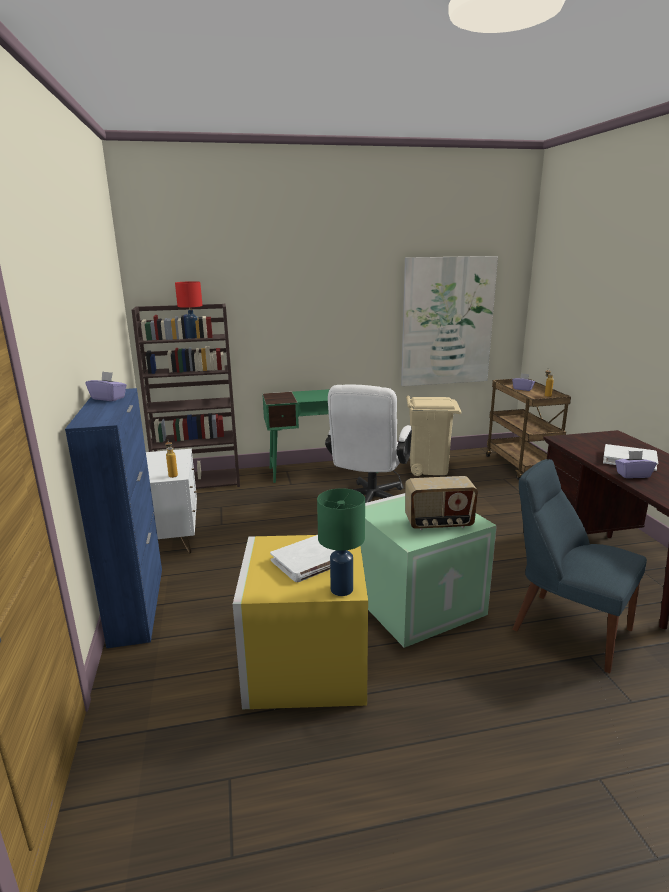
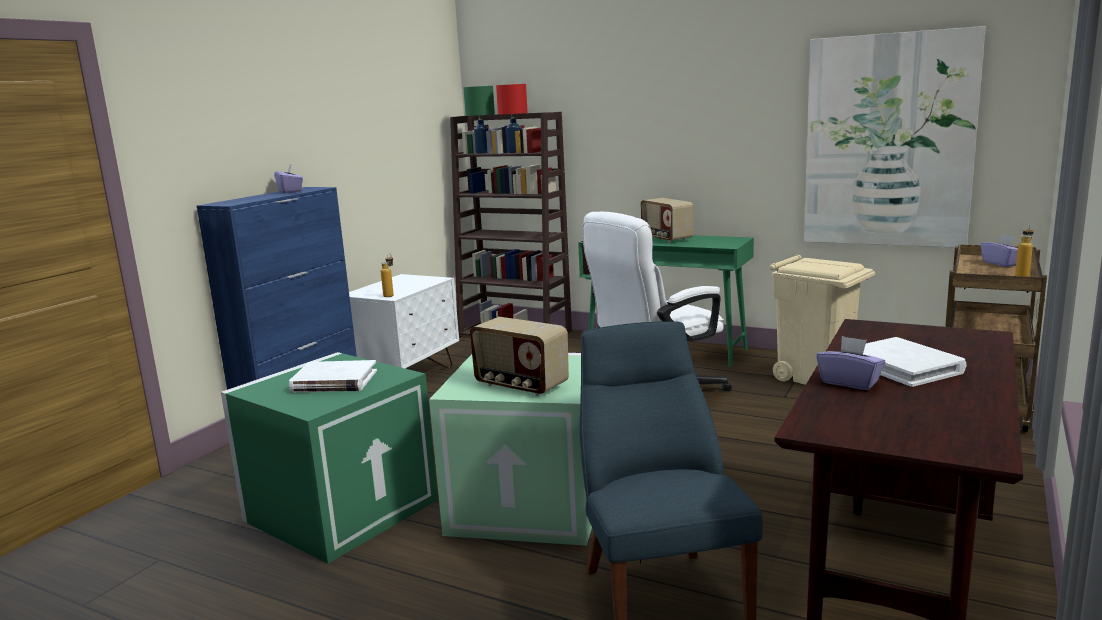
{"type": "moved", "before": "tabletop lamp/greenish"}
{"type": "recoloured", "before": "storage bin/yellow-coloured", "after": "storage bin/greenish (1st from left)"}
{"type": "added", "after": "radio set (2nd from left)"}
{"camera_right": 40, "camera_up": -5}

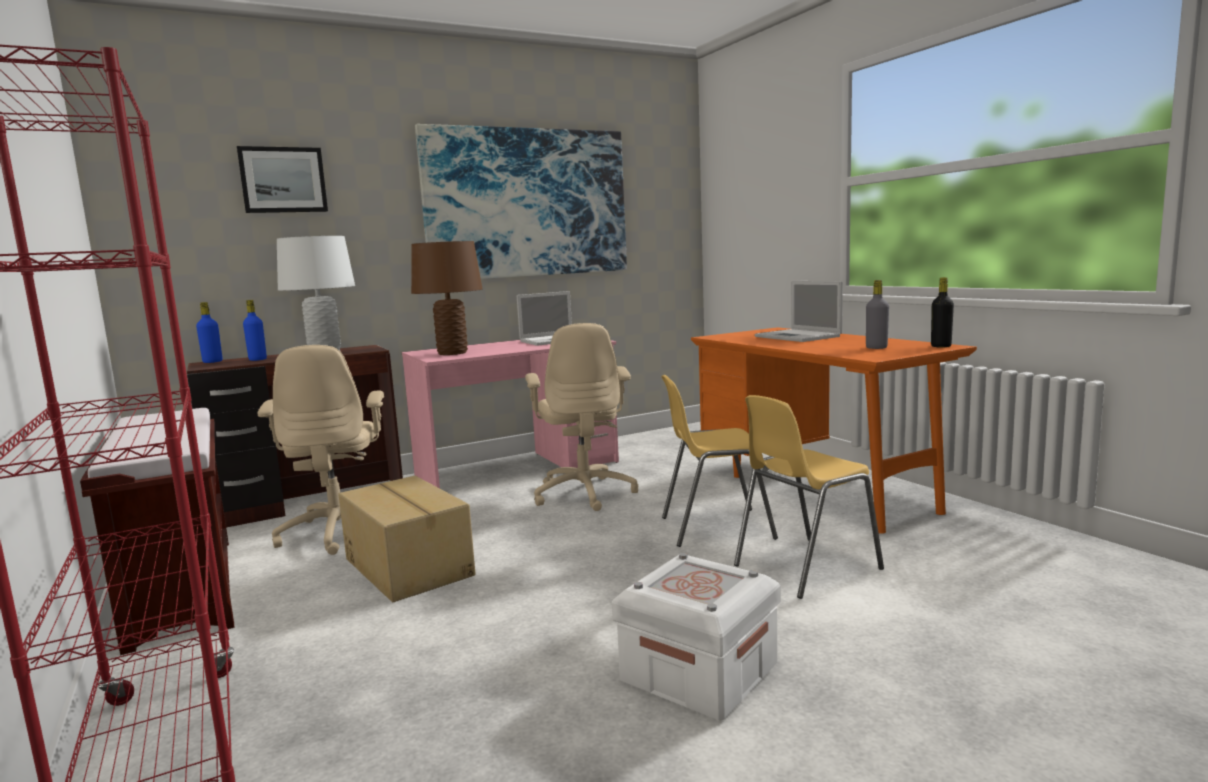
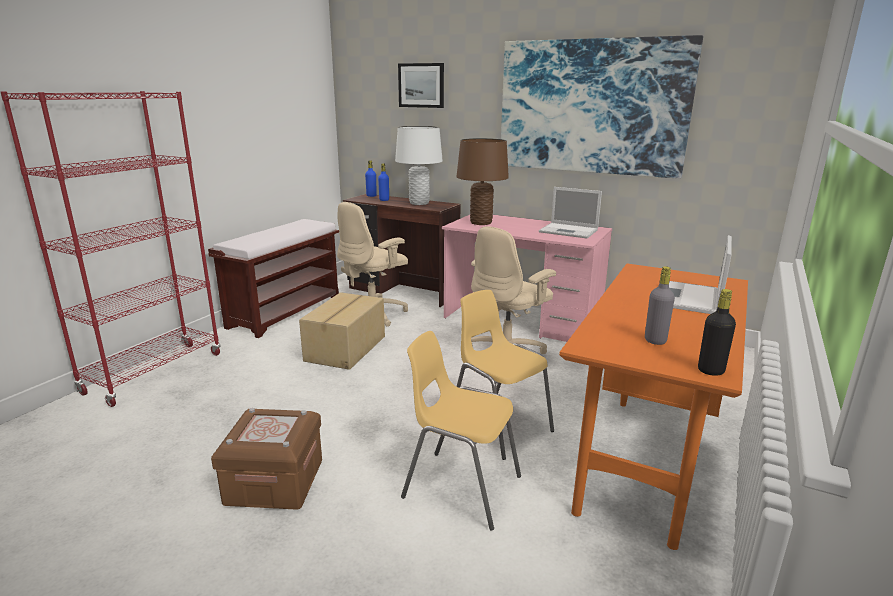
{"type": "recoloured", "before": "storage bin/white-coloured", "after": "storage bin/brown-coloured"}
{"camera_right": 55, "camera_up": 10}

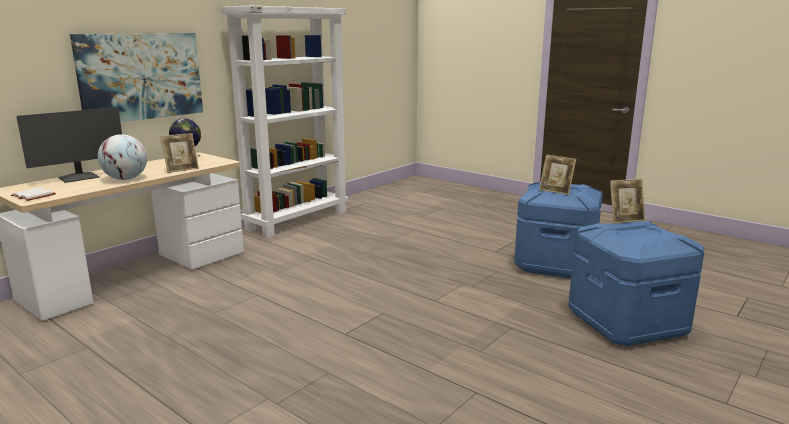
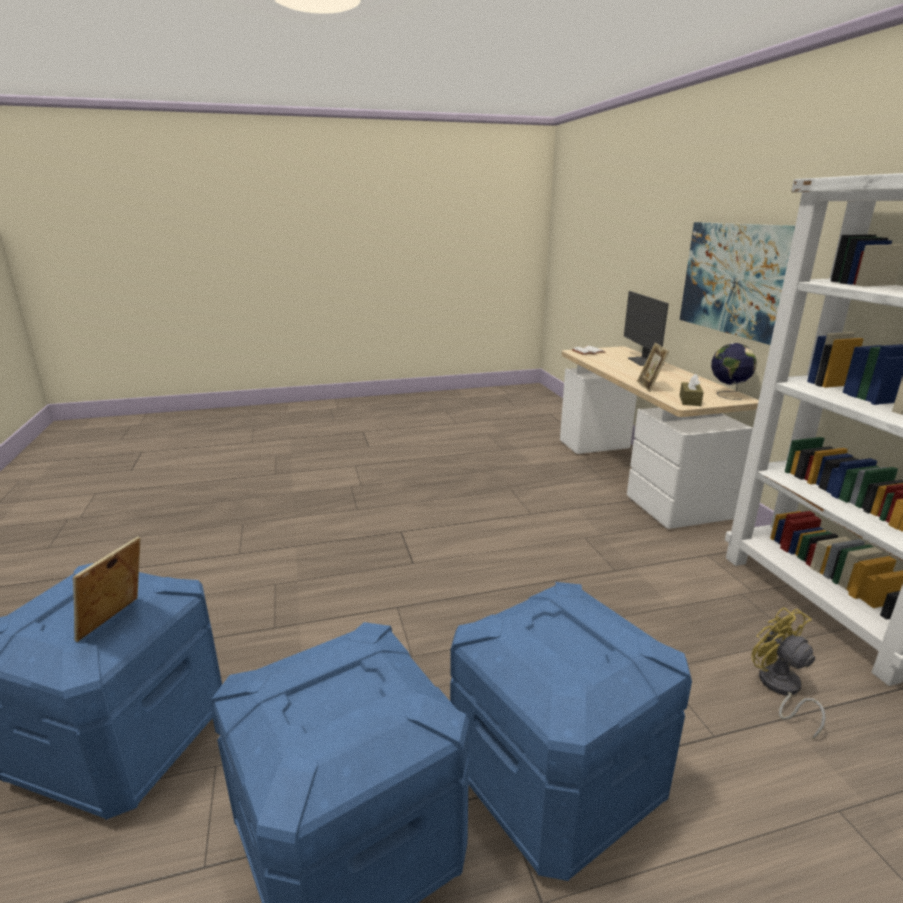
{"type": "removed", "before": "desk globe (1st from left)"}
{"type": "removed", "before": "photo frame (2nd from left)"}
{"type": "added", "after": "tissue holder/brown-coloured"}
{"type": "added", "after": "storage bin/bluish (3rd from left)"}
{"type": "added", "after": "cooling fan/yellow-coloured"}
{"camera_right": 125, "camera_up": 5}

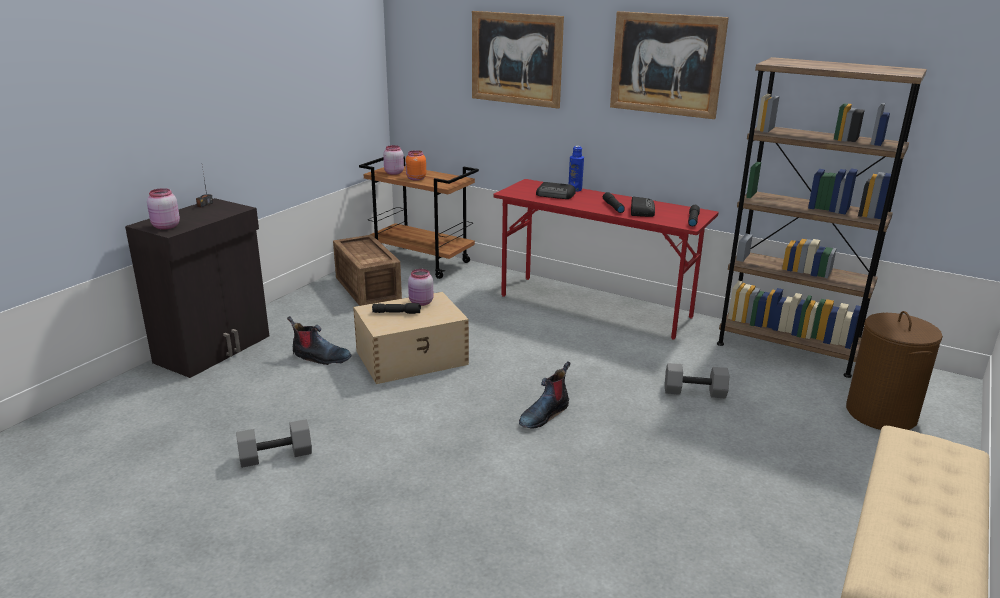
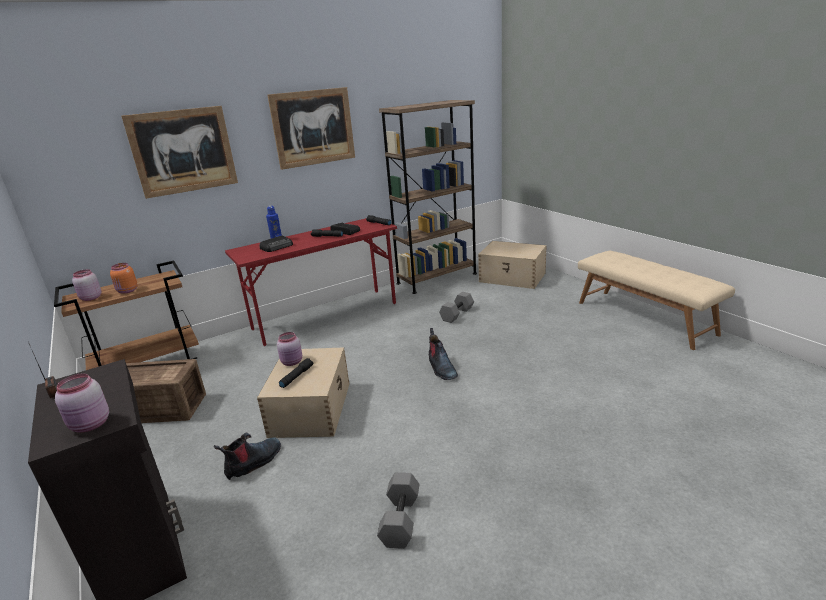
{"type": "replaced", "before": "hamper/brown-coloured", "after": "storage bin/beige (2nd from left)"}
{"camera_right": -60, "camera_up": 0}

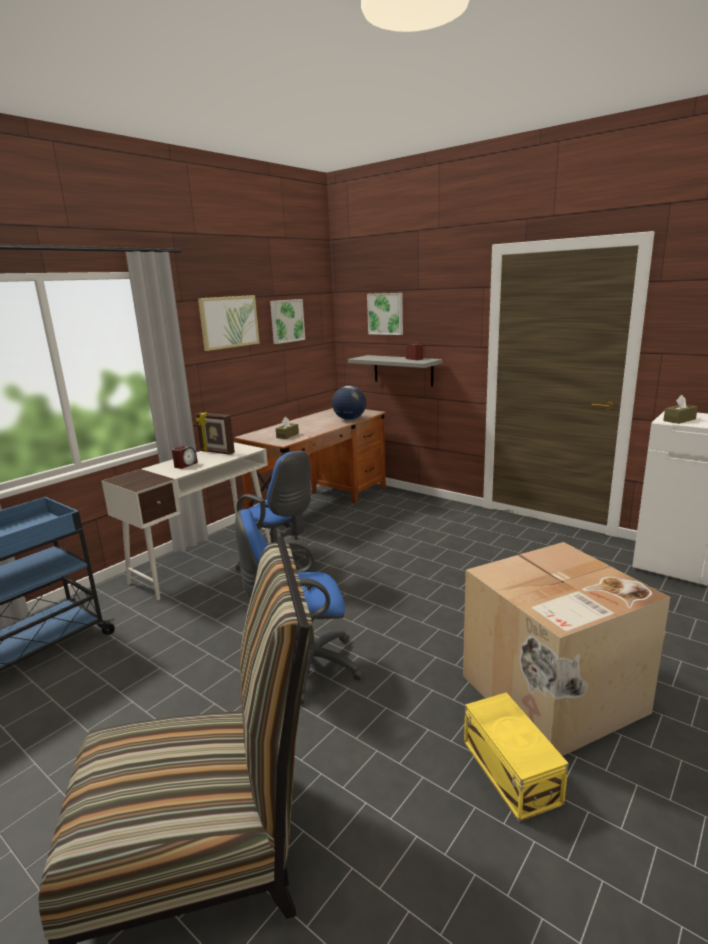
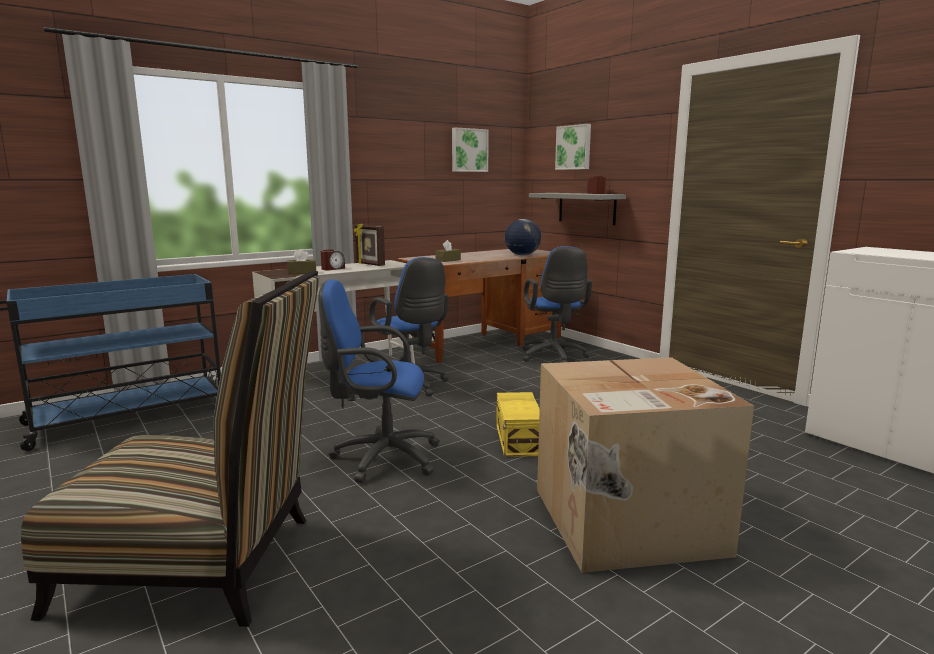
{"type": "removed", "before": "wall picture (1st from left)"}
{"type": "moved", "before": "tissue holder/brown-coloured (2nd from left in the first image)", "after": "tissue holder/brown-coloured (1st from left)"}
{"type": "moved", "before": "storage bin/yellow-coloured"}
{"type": "added", "after": "office chair/bluish (3rd from left)"}
{"camera_right": 15, "camera_up": -5}

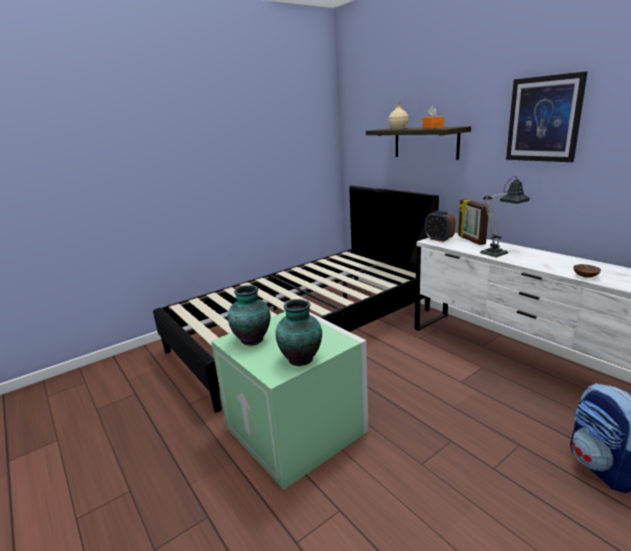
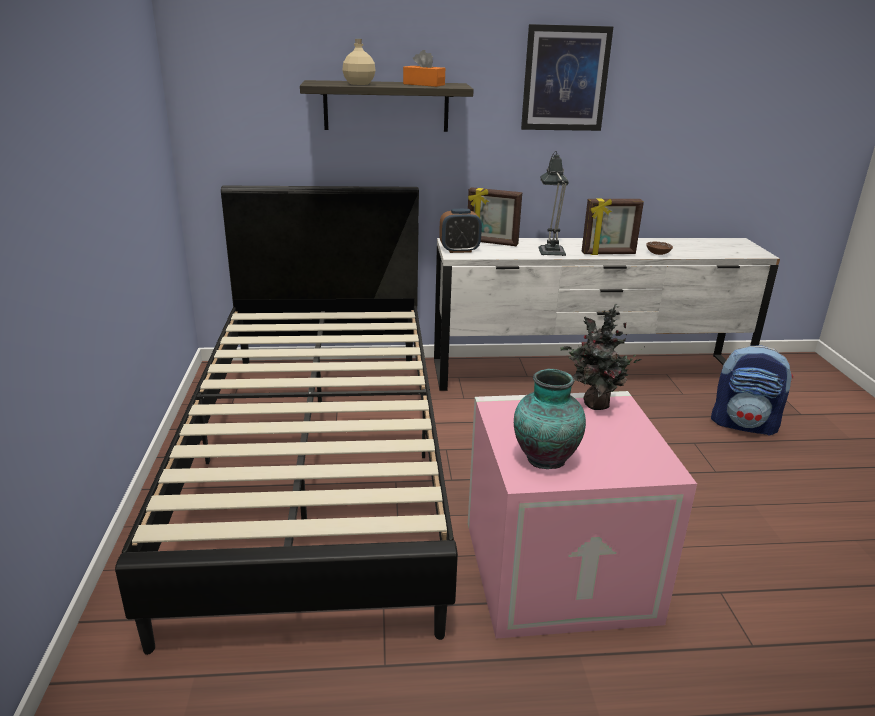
{"type": "removed", "before": "vase (2nd from left)"}
{"type": "recoloured", "before": "storage bin/greenish", "after": "storage bin/pink"}
{"type": "added", "after": "photo frame (2nd from left)"}
{"type": "added", "after": "plant in a pot"}
{"camera_right": -60, "camera_up": 5}

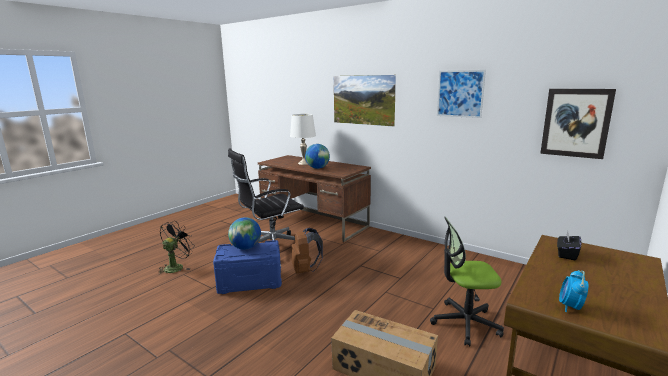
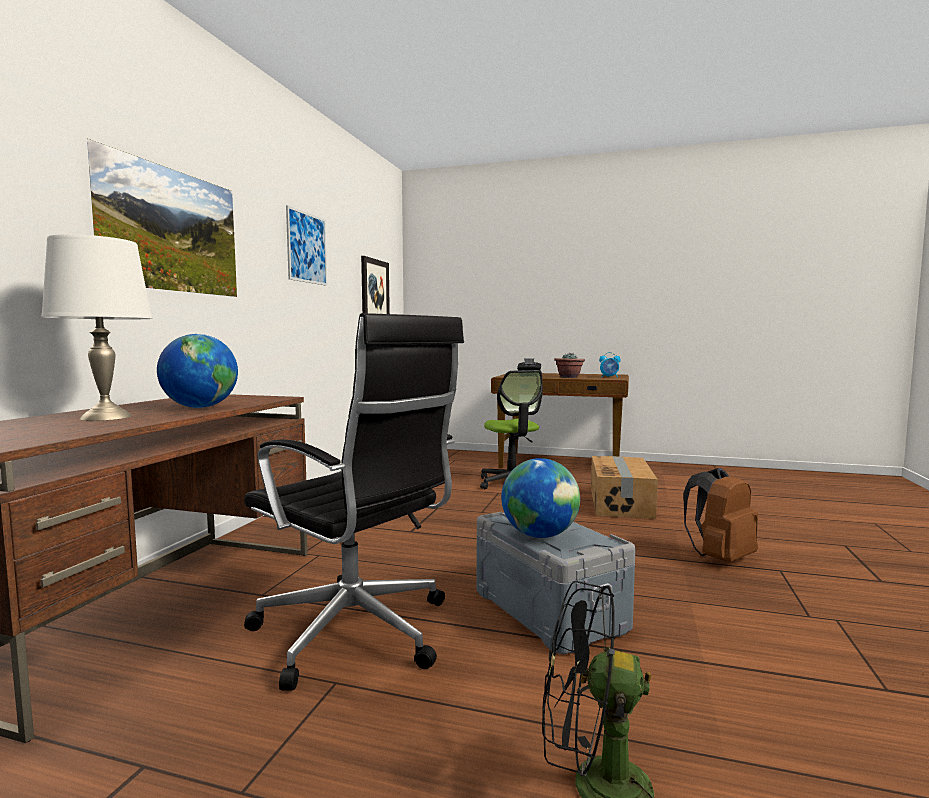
{"type": "moved", "before": "backpack/brown-coloured"}
{"type": "recoloured", "before": "storage bin/bluish", "after": "storage bin/grey"}
{"type": "added", "after": "plant in a pot"}
{"camera_right": -110, "camera_up": -10}

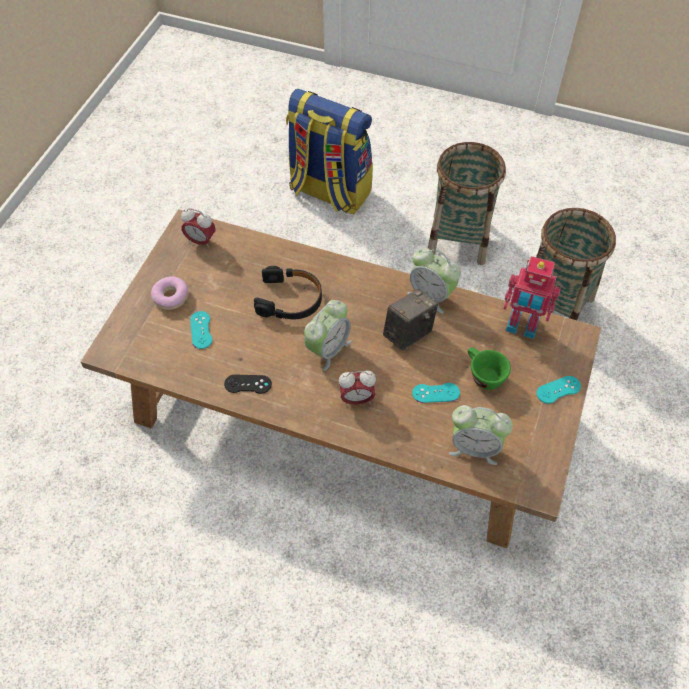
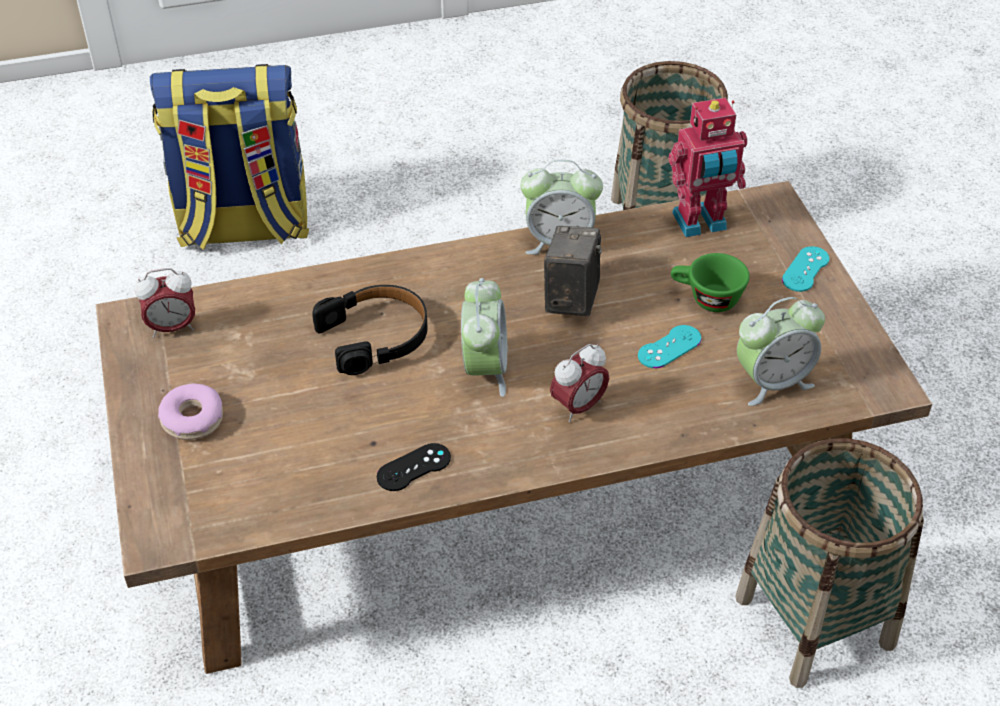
{"type": "moved", "before": "household basket (1st from left in the first image)", "after": "household basket (2nd from left)"}
{"type": "removed", "before": "gamepad/turquoise-coloured (1st from left)"}
{"camera_right": -35, "camera_up": -10}

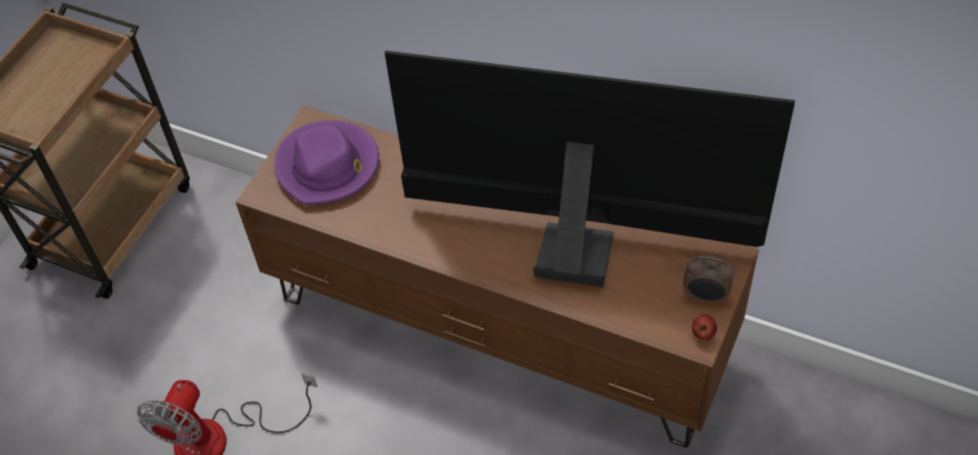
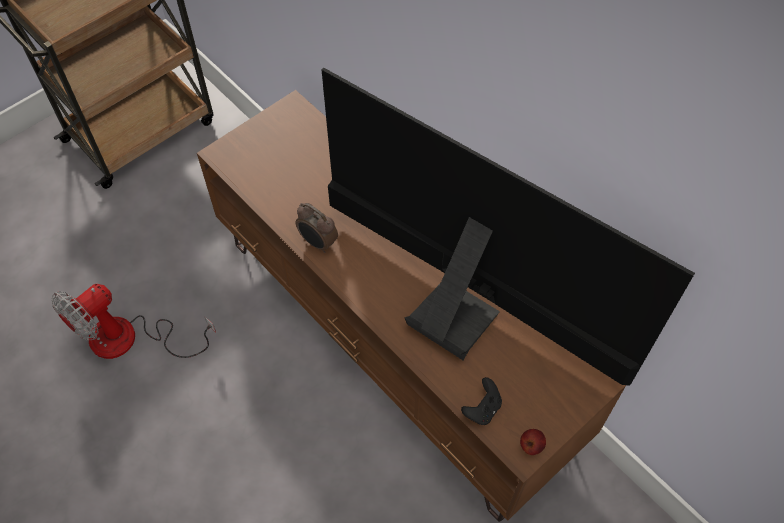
{"type": "removed", "before": "hat/purple"}
{"type": "moved", "before": "table clock"}
{"type": "added", "after": "gamepad/black"}
{"camera_right": 20, "camera_up": 5}

